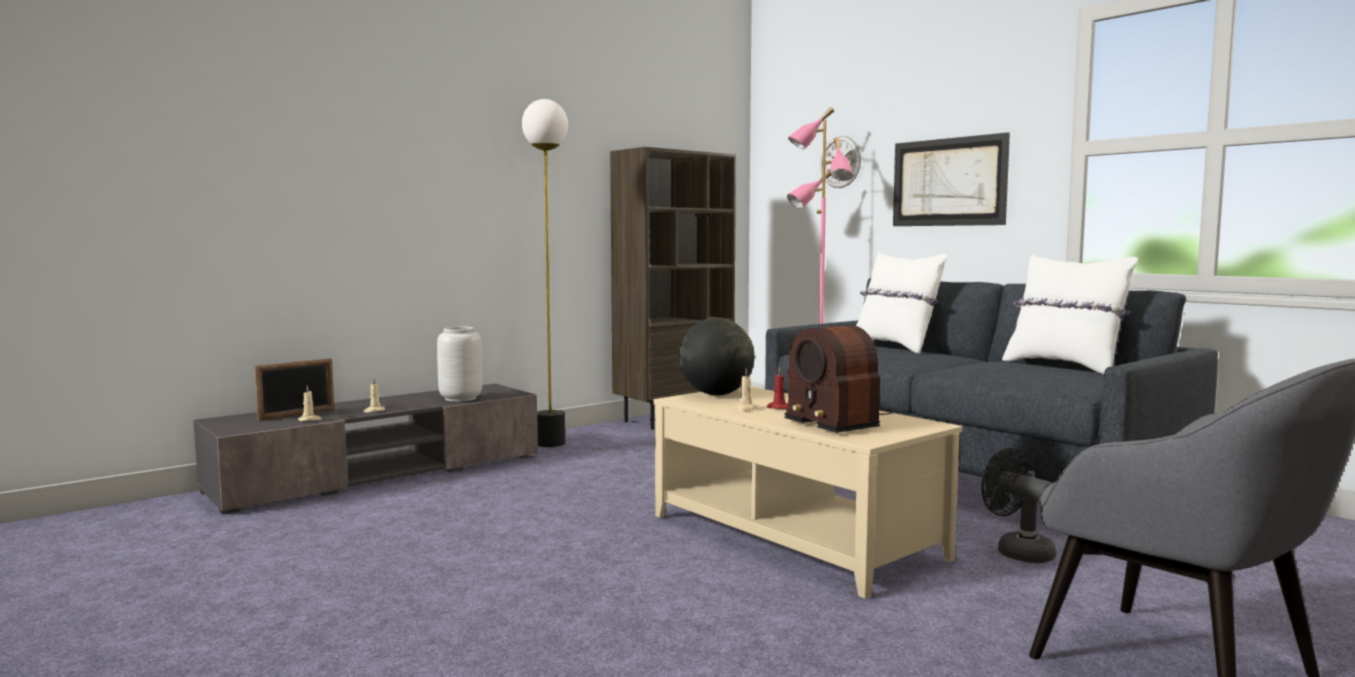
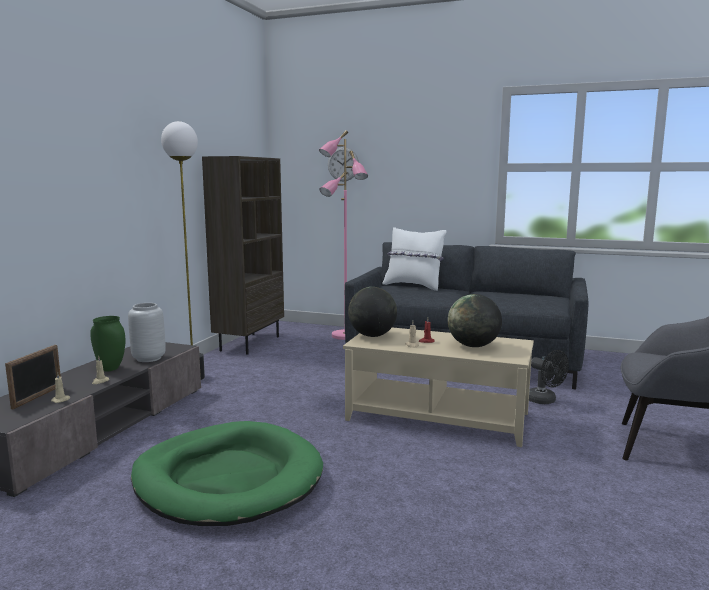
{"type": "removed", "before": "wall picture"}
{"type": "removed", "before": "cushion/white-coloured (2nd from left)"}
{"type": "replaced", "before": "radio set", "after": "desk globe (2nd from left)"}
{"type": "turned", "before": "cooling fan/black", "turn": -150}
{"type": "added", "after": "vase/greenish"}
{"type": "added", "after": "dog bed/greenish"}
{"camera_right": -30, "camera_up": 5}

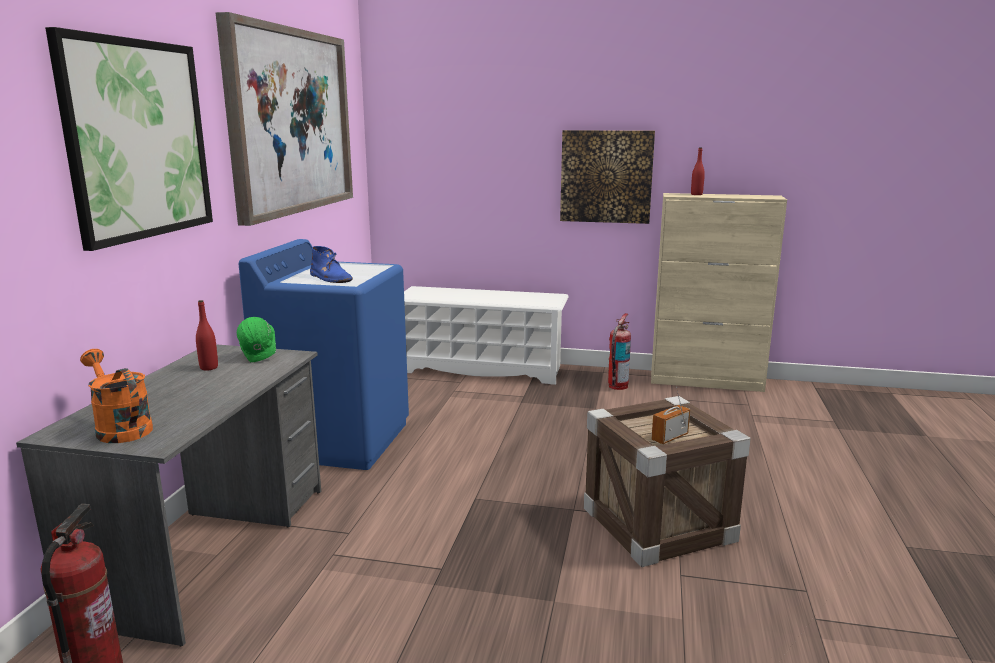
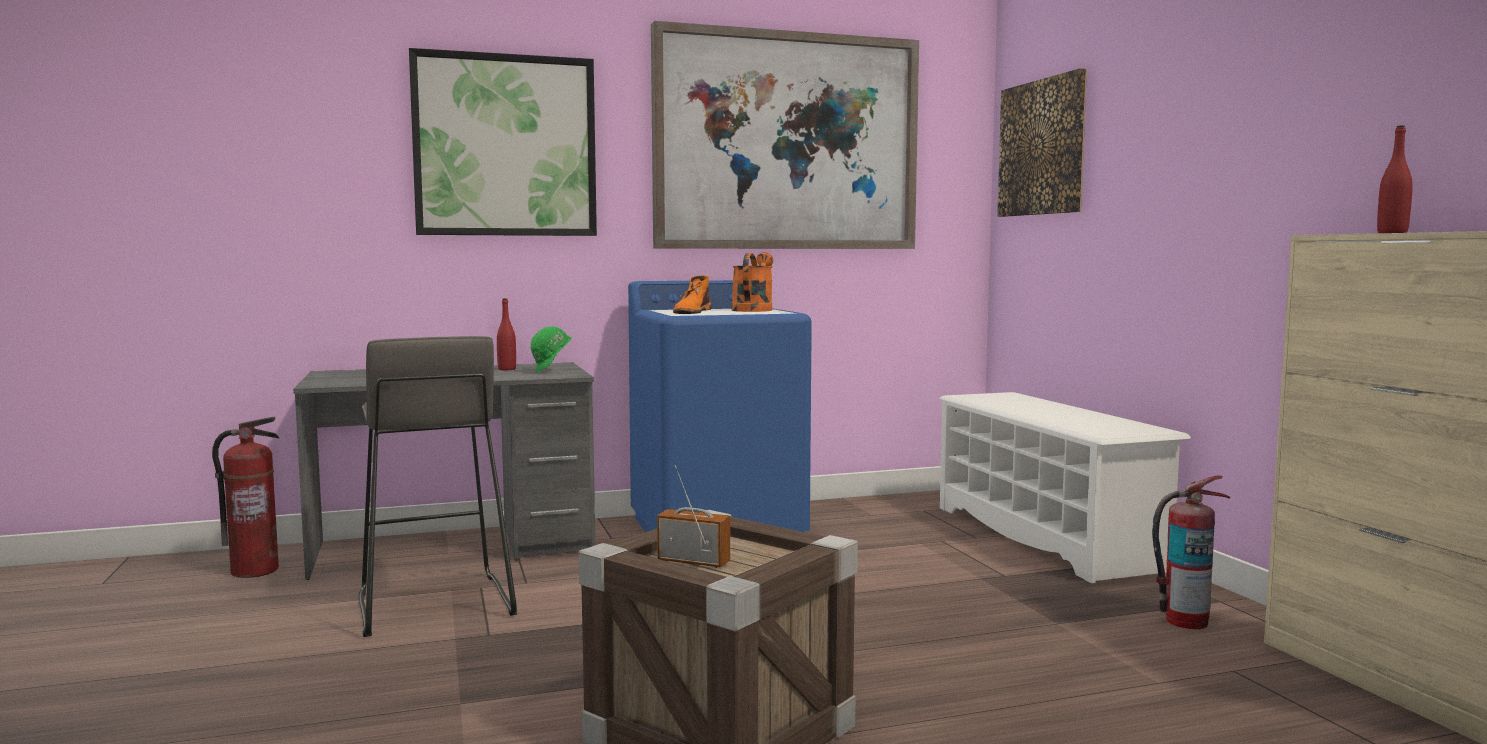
{"type": "moved", "before": "wall picture (3rd from left)"}
{"type": "recoloured", "before": "boot/bluish", "after": "boot/orangey"}
{"type": "moved", "before": "sprinkling can/orangey"}
{"type": "added", "after": "stool seat/grey"}
{"camera_right": 60, "camera_up": -10}

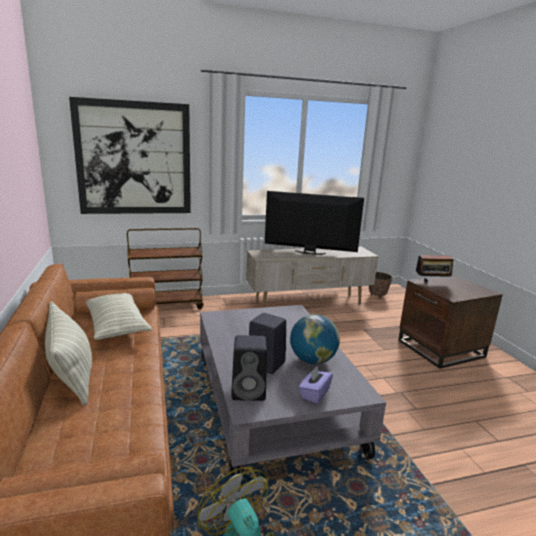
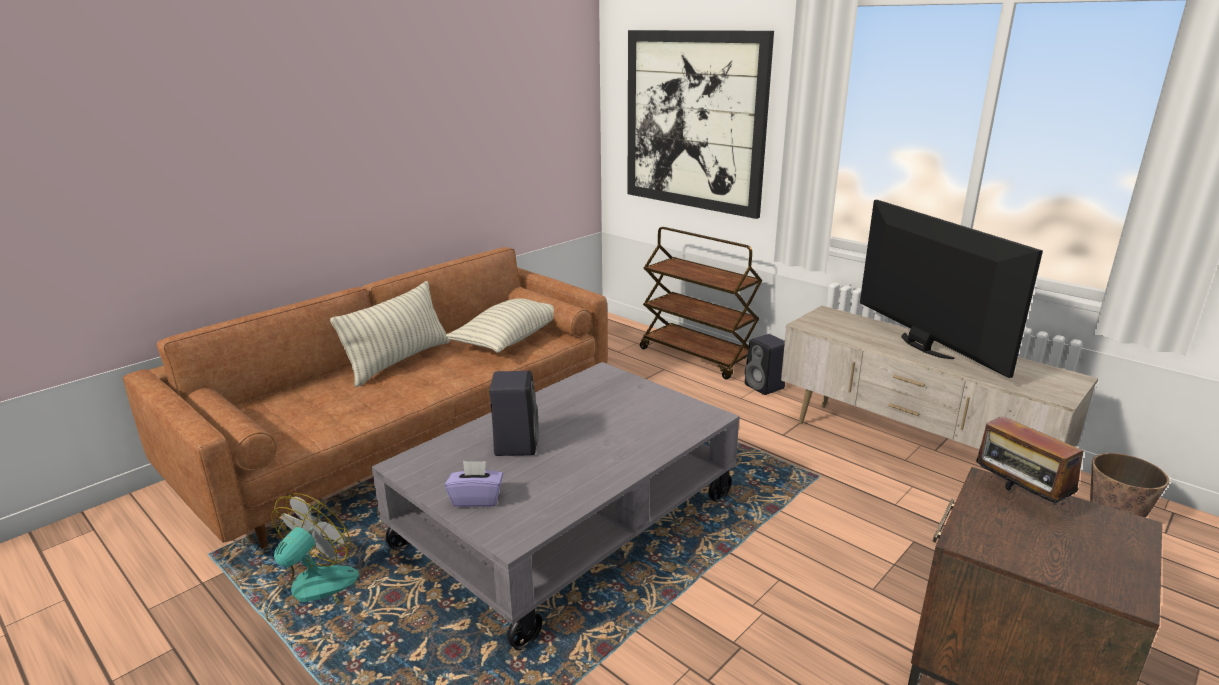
{"type": "removed", "before": "desk globe"}
{"type": "moved", "before": "audio speaker/black (1st from left in the first image)", "after": "audio speaker/black (2nd from left)"}
{"camera_right": 60, "camera_up": 5}

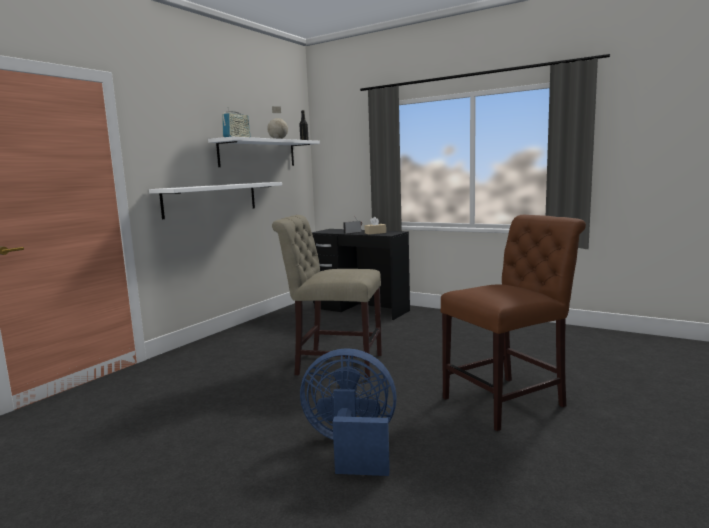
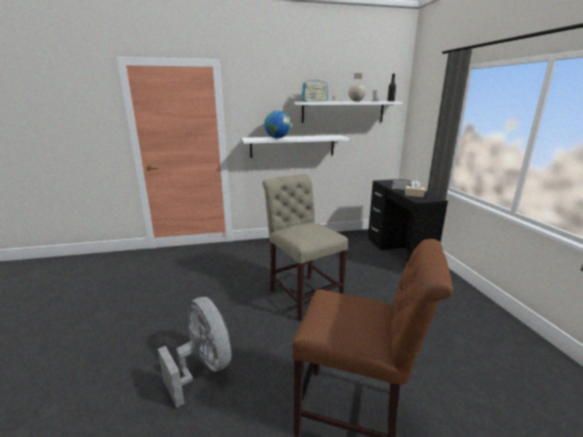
{"type": "recoloured", "before": "cooling fan/bluish", "after": "cooling fan/grey"}
{"type": "added", "after": "desk globe (1st from left)"}
{"camera_right": 45, "camera_up": 10}

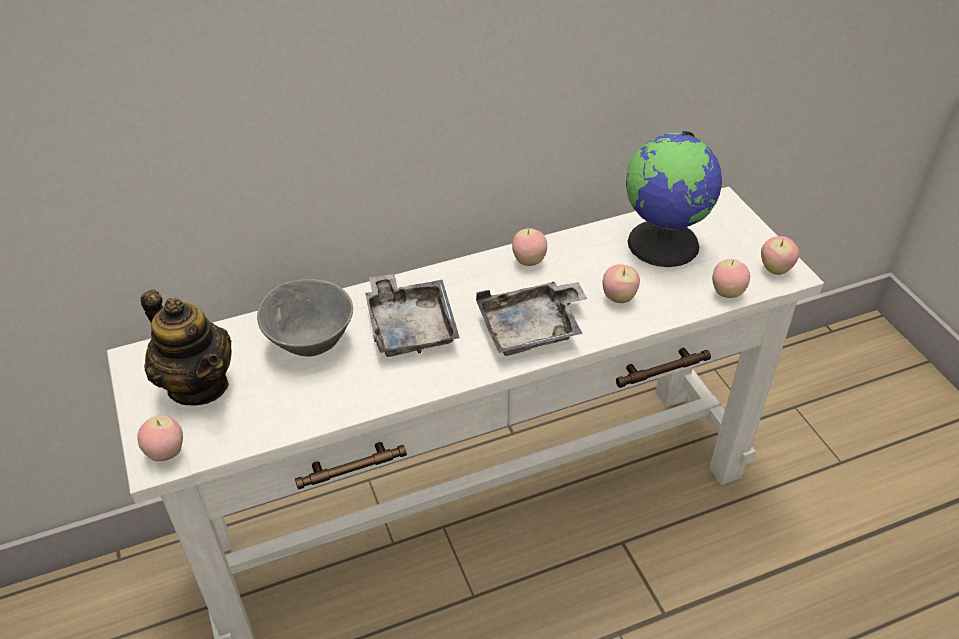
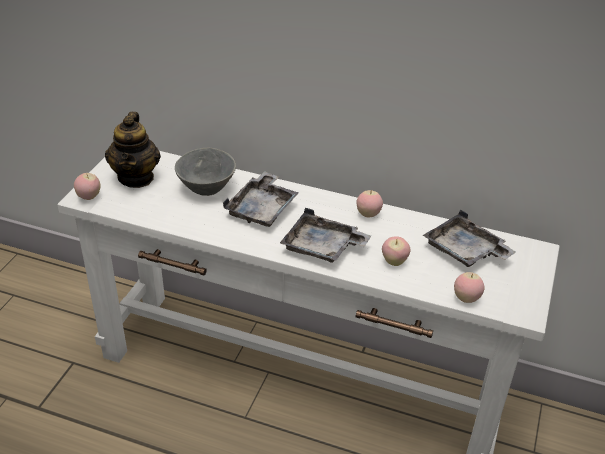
{"type": "replaced", "before": "desk globe", "after": "carrying tray/grey (3rd from left)"}
{"type": "removed", "before": "whole apple (5th from left)"}
{"camera_right": 40, "camera_up": -5}

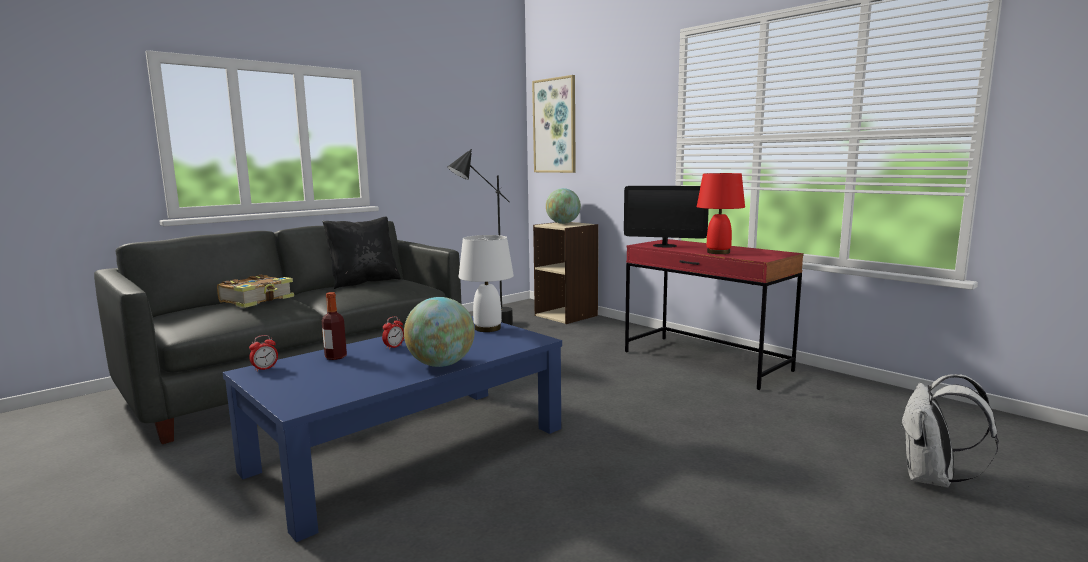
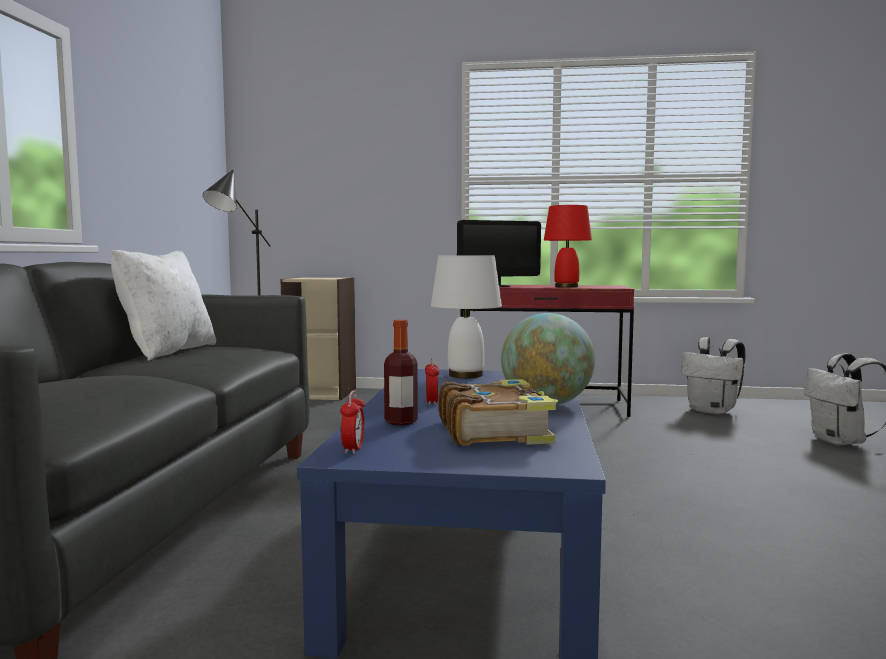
{"type": "removed", "before": "wall picture"}
{"type": "removed", "before": "desk globe (2nd from left)"}
{"type": "recoloured", "before": "cushion/black", "after": "cushion/white-coloured"}
{"type": "moved", "before": "volume"}
{"type": "added", "after": "backpack/white-coloured (1st from left)"}
{"camera_right": -40, "camera_up": -5}

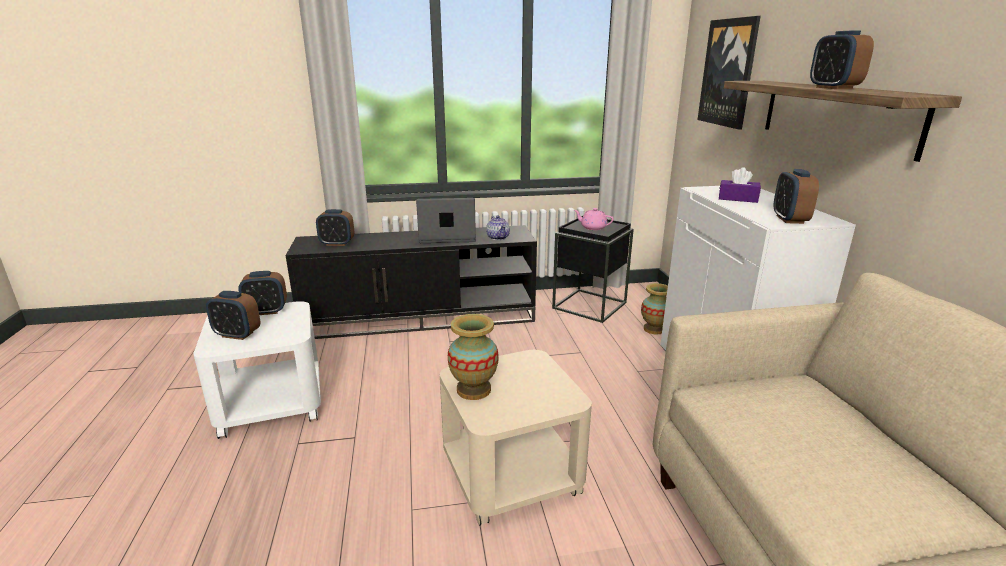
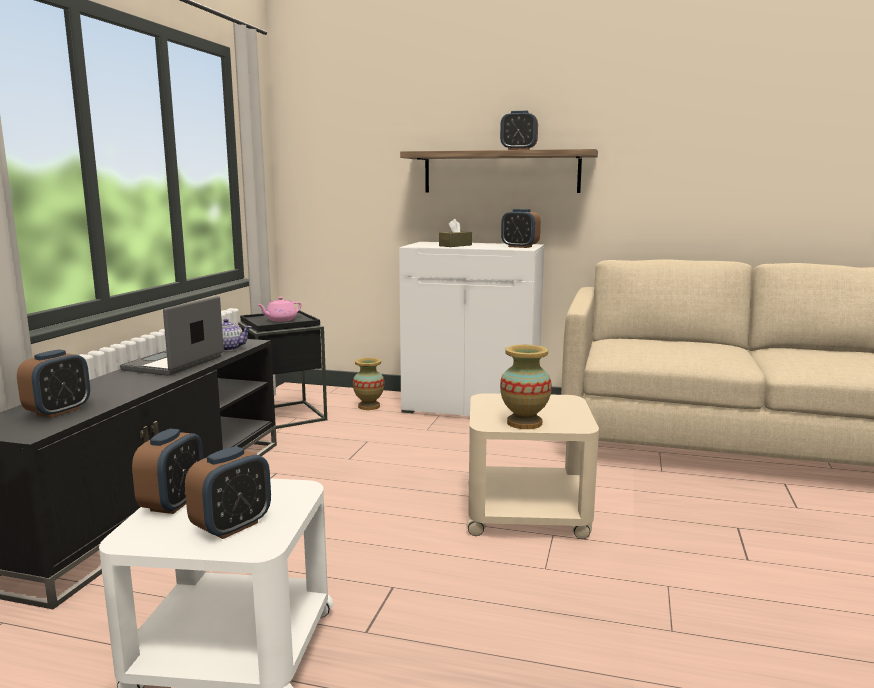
{"type": "removed", "before": "wall picture"}
{"type": "recoloured", "before": "tissue holder/purple", "after": "tissue holder/brown-coloured"}
{"camera_right": -65, "camera_up": -10}

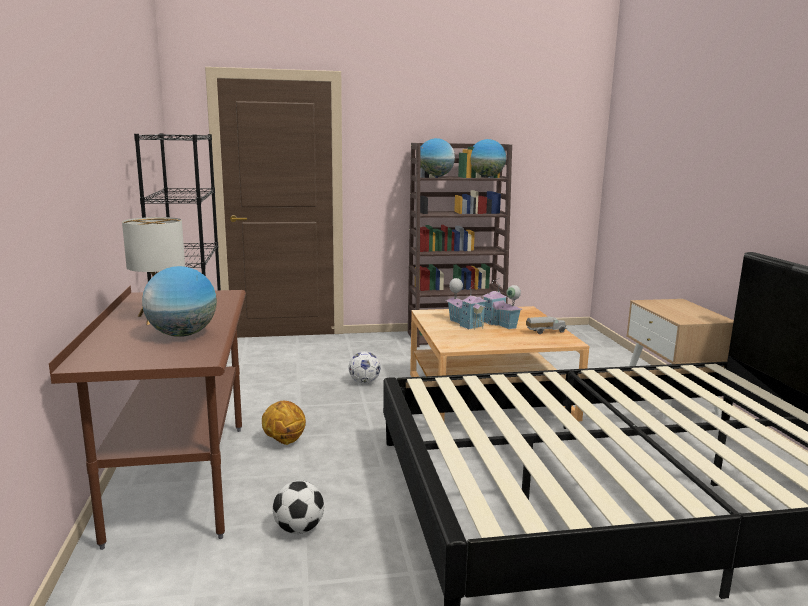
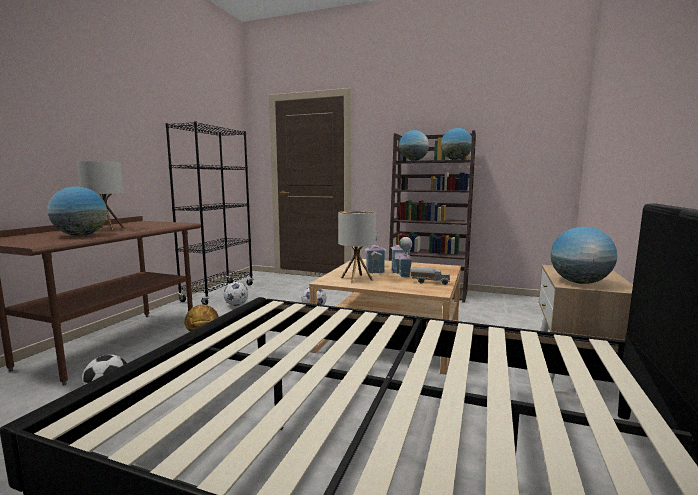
{"type": "added", "after": "tabletop lamp (2nd from left)"}
{"type": "added", "after": "desk globe (4th from left)"}
{"type": "added", "after": "football ball (2nd from left)"}
{"camera_right": 30, "camera_up": -5}

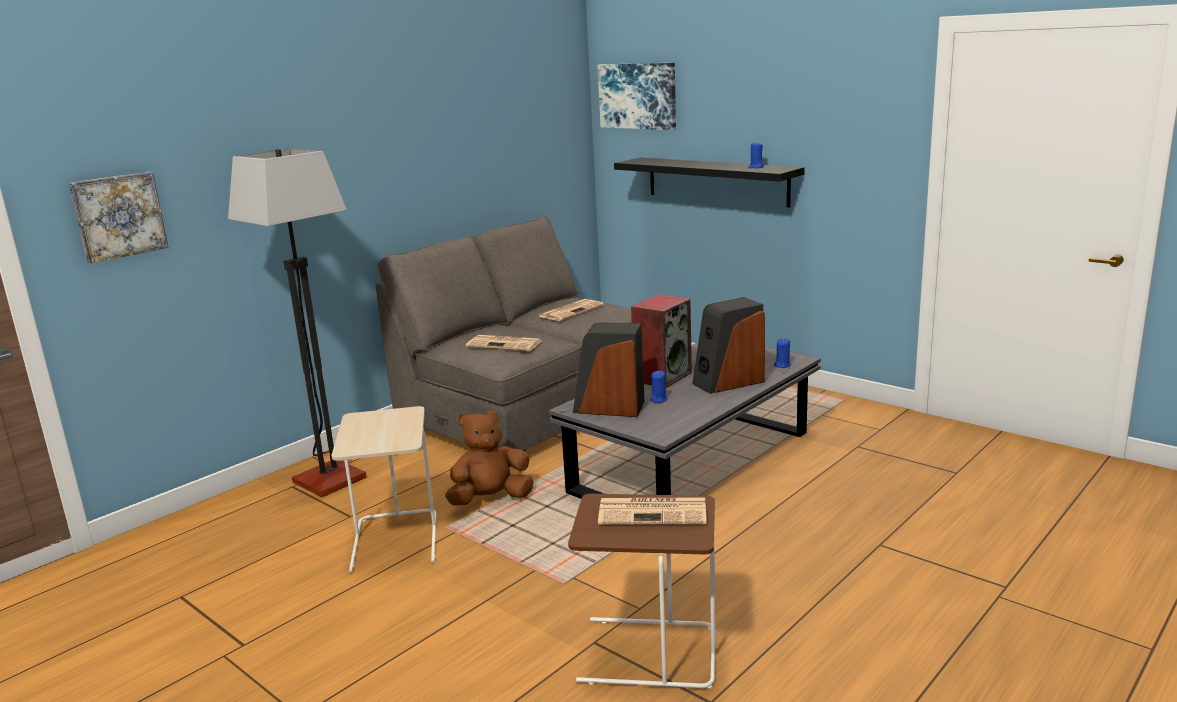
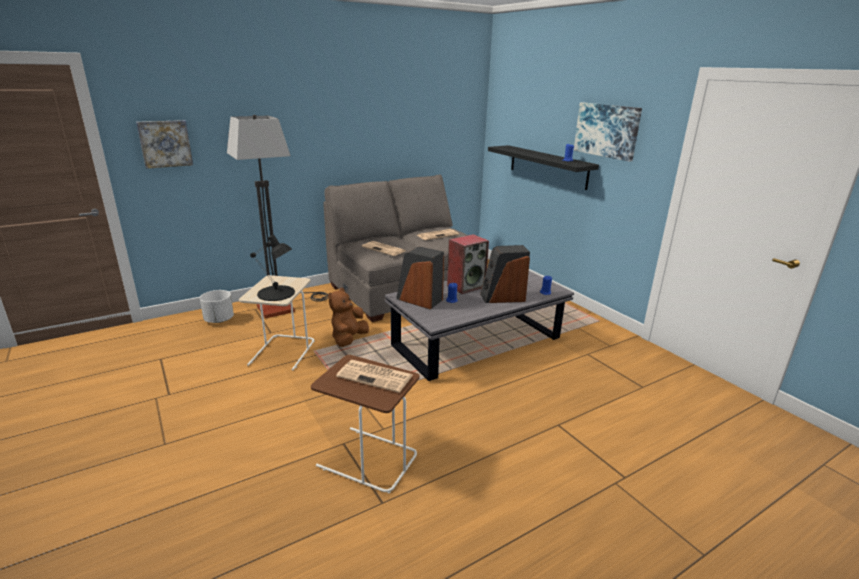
{"type": "moved", "before": "wall picture (2nd from left)"}
{"type": "turned", "before": "cuddly toy/brown-coloured", "turn": -60}
{"type": "added", "after": "tabletop lamp/black"}
{"type": "added", "after": "plant pot/white-coloured"}
{"camera_right": 15, "camera_up": 5}

